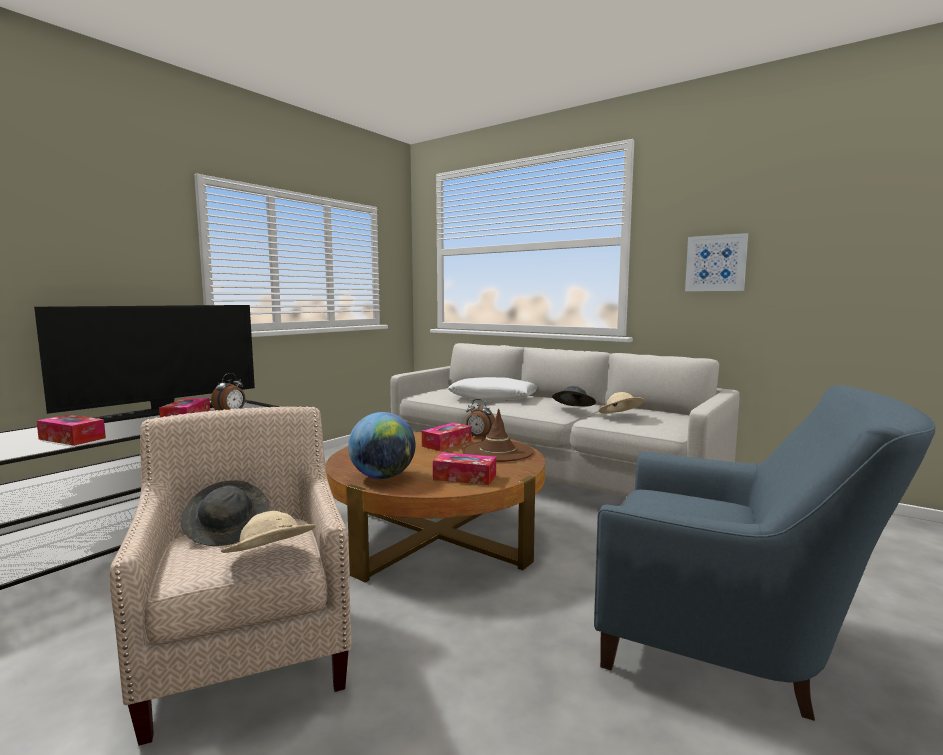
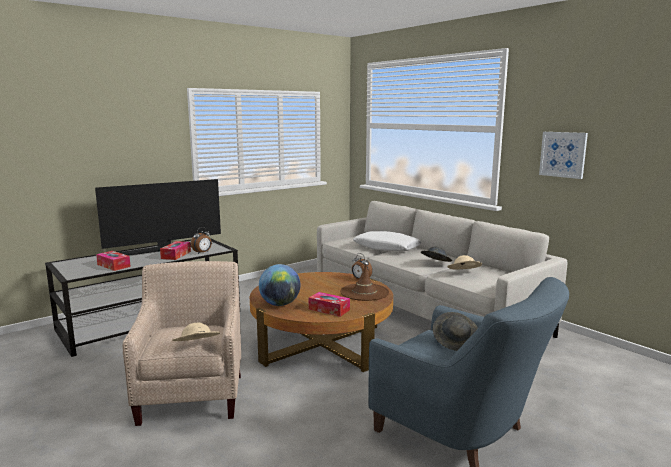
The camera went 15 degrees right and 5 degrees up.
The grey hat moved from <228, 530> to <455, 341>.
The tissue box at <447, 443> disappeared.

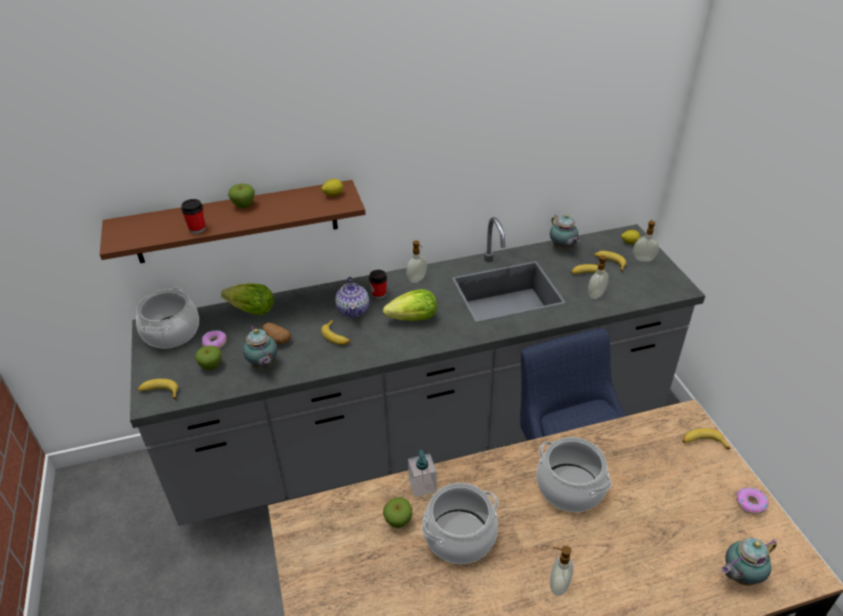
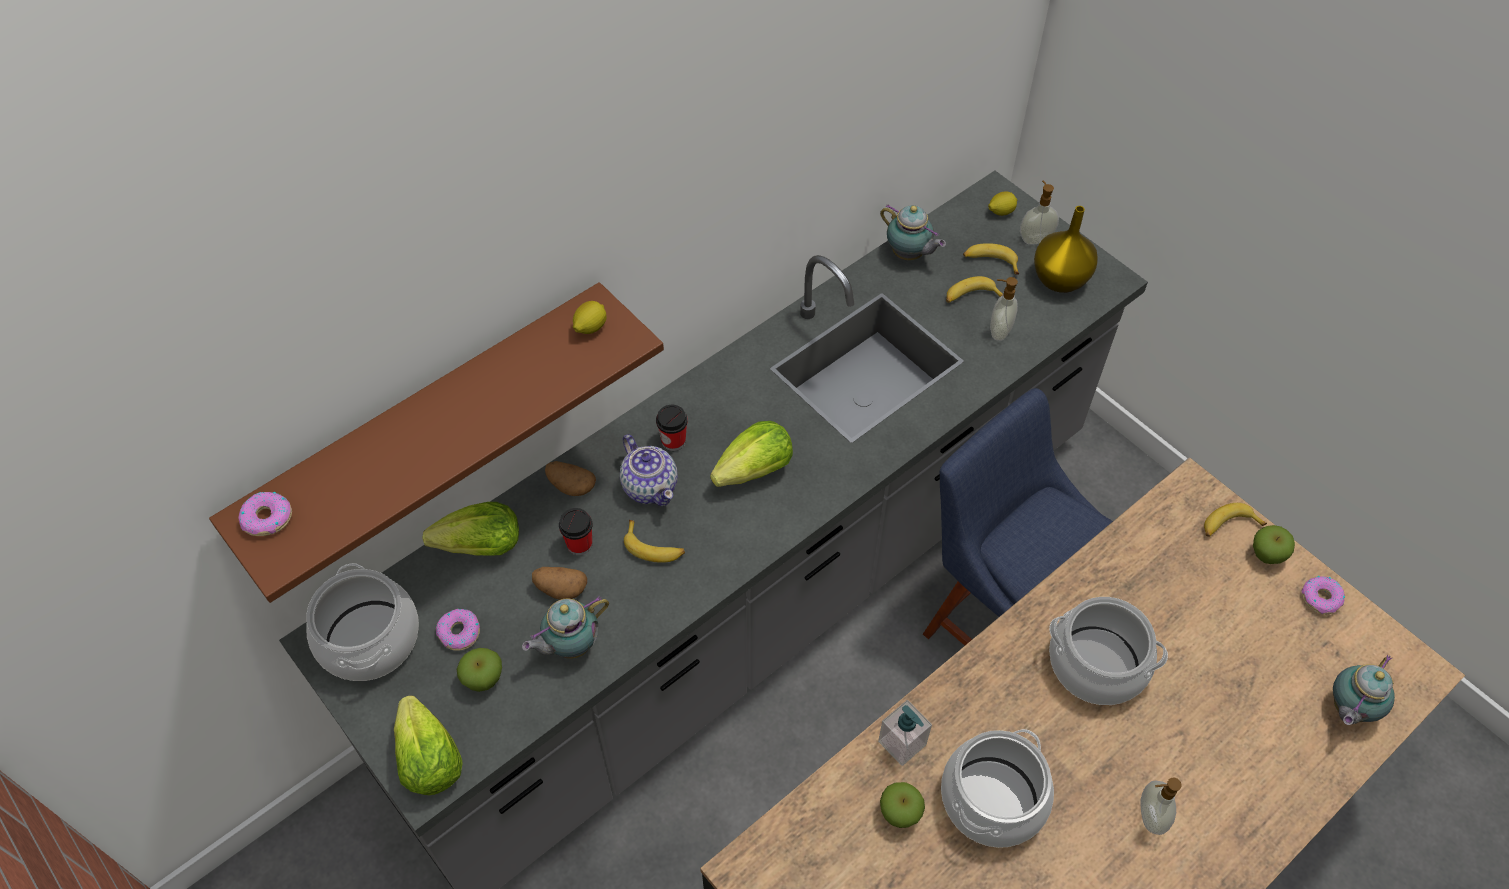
The camera went 25 degrees left and 15 degrees up.
The banana at <159, 392> was replaced by the lettuce at <429, 760>.
The cup moved from <197, 229> to <579, 544>.
The apple moved from <244, 205> to <1266, 555>.
The teapot at <263, 366> turned 105 degrees clockwise.
The soap dispenser at <417, 279> disappeared.
The donut at <267, 518> appeared.
The potato at <570, 486> appeared.
The yellow vase at <1059, 281> appeared.

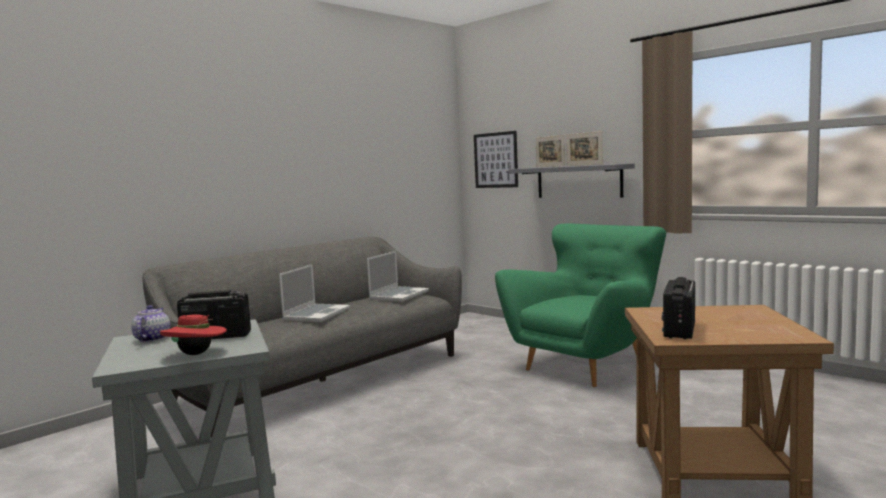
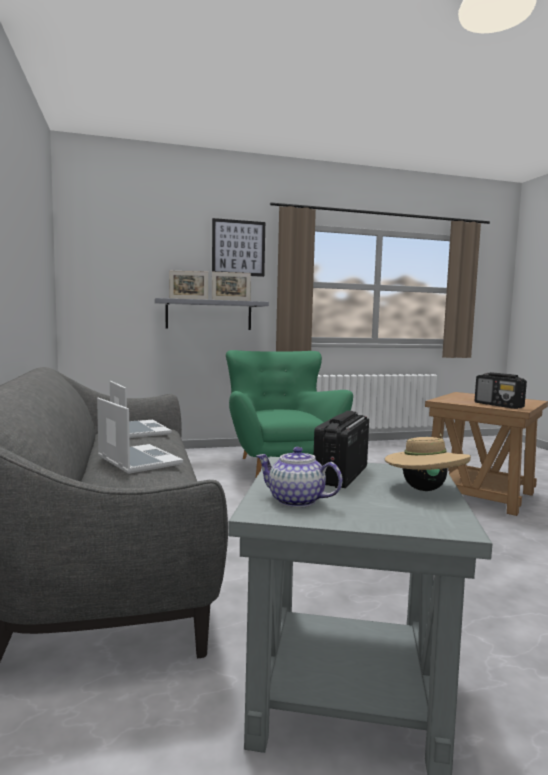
The camera went 60 degrees left and 0 degrees up.
The red hat at <196, 354> became the beige hat at <424, 489>.
The picture moved from <495, 160> to <238, 248>.

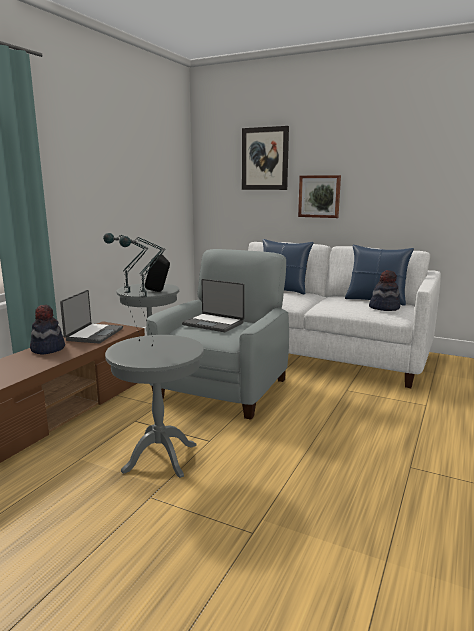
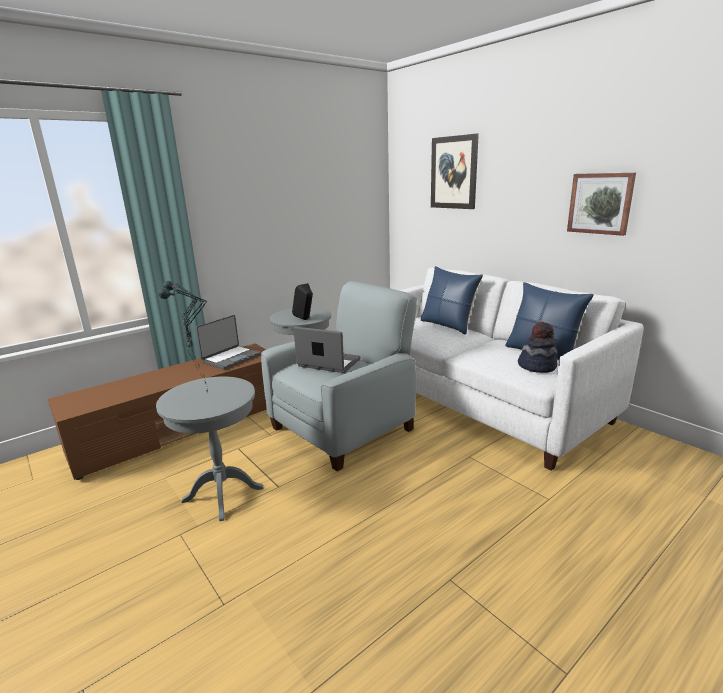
The camera went 25 degrees right and 5 degrees up.
The hat at <47, 349> disappeared.
The laptop at <214, 323> turned 150 degrees clockwise.
The picture moved from <319, 196> to <600, 203>.

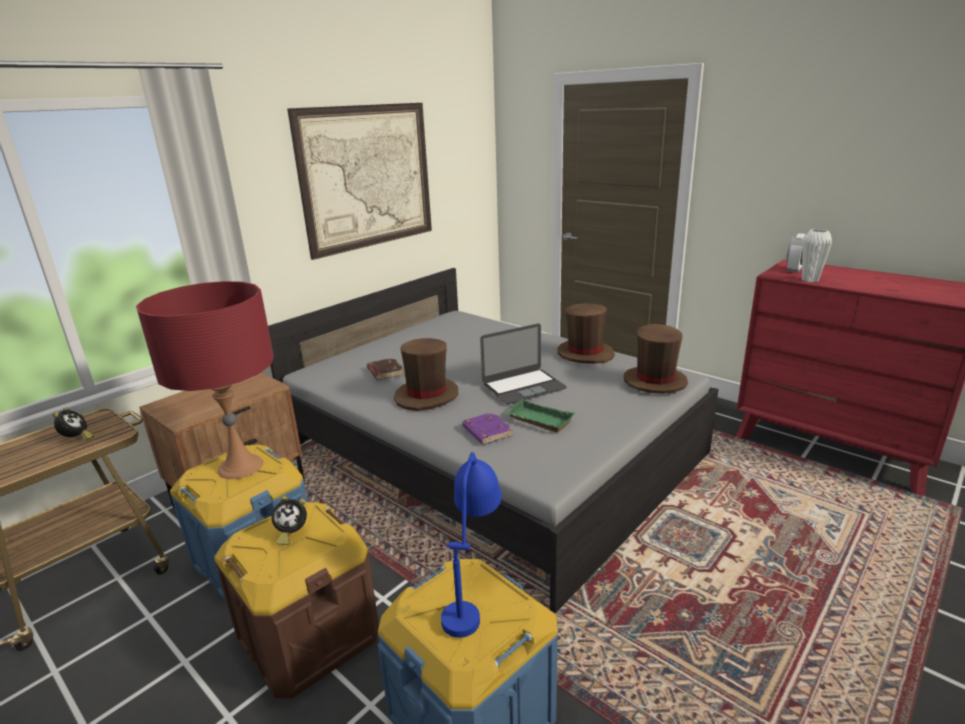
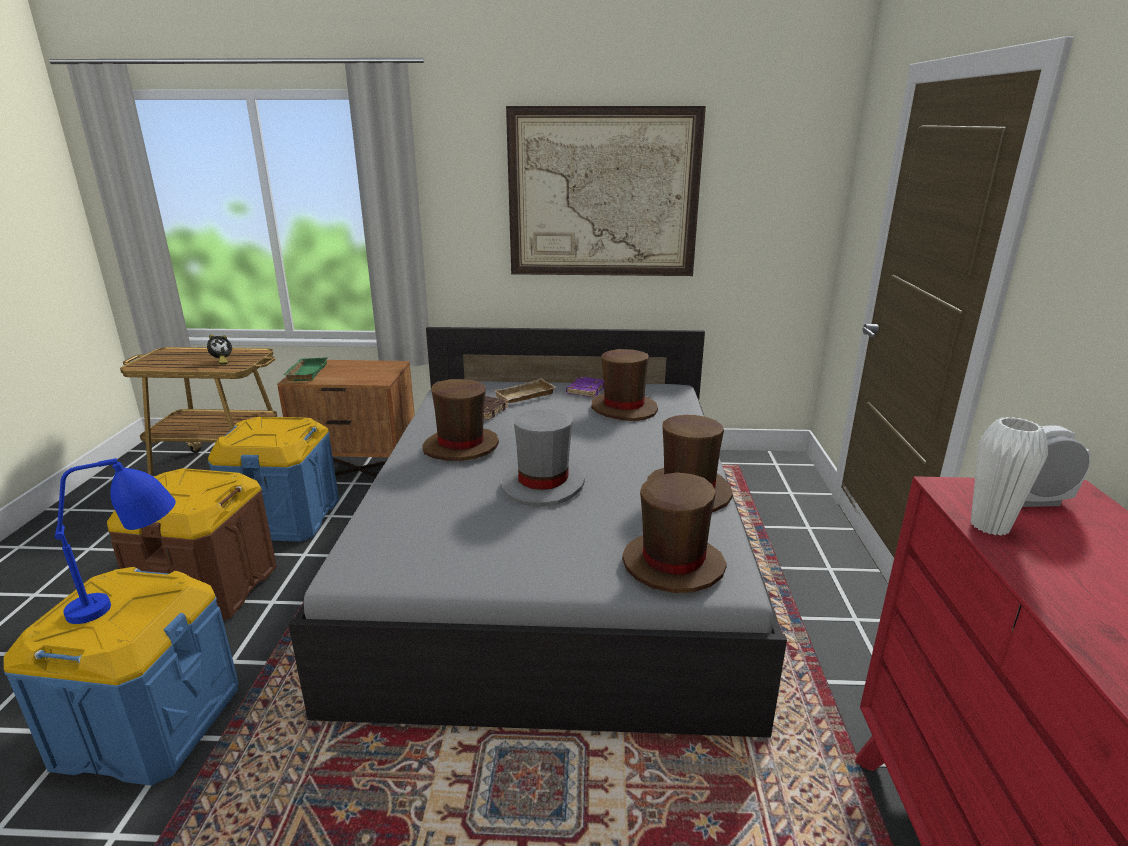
The camera went 50 degrees right and 0 degrees up.
The red table lamp at <240, 466> disappeared.
The alarm clock at <291, 534> disappeared.
The purple book moved from <486, 432> to <585, 390>.
The laptop at <523, 386> was replaced by the grey hat at <543, 485>.
The green tray moved from <538, 420> to <305, 372>.
The beige tray at <525, 396> appeared.
The brown hat at <624, 408> appeared.

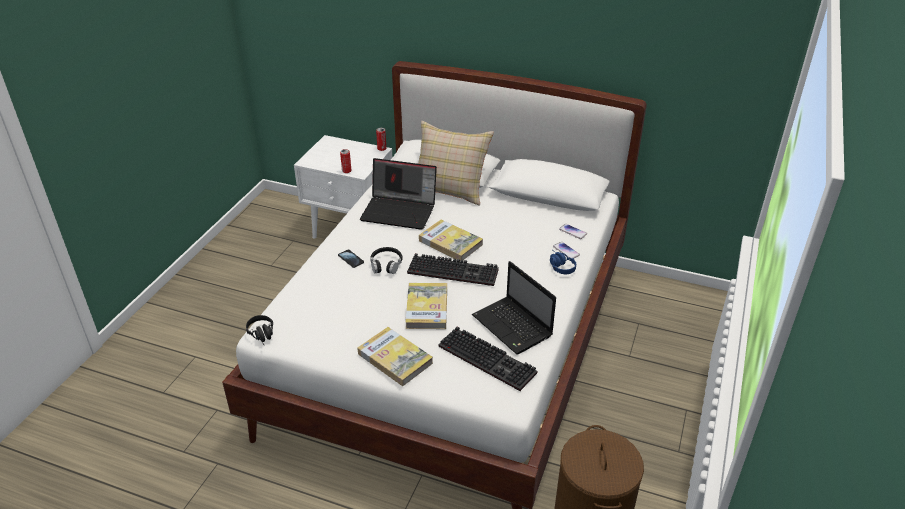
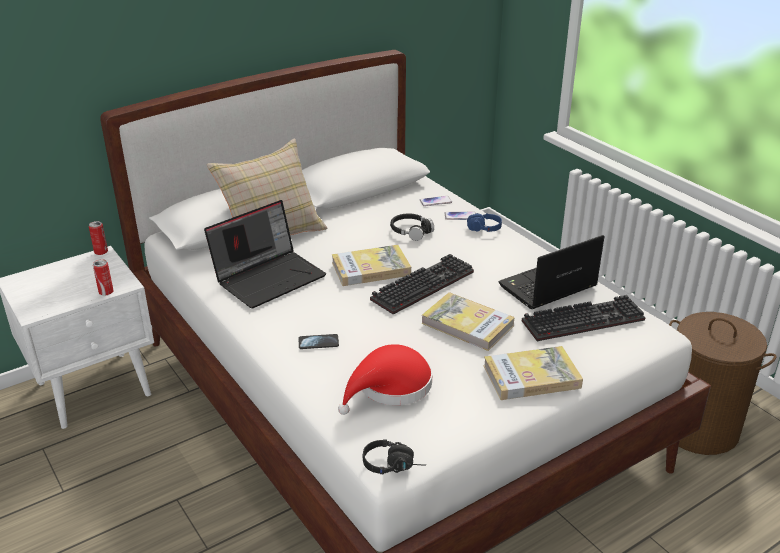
The camera went 55 degrees left and 5 degrees down.
The black headphones moved from <386, 264> to <411, 231>.
The laptop at <513, 327> turned 150 degrees clockwise.
The red hat at <390, 387> appeared.

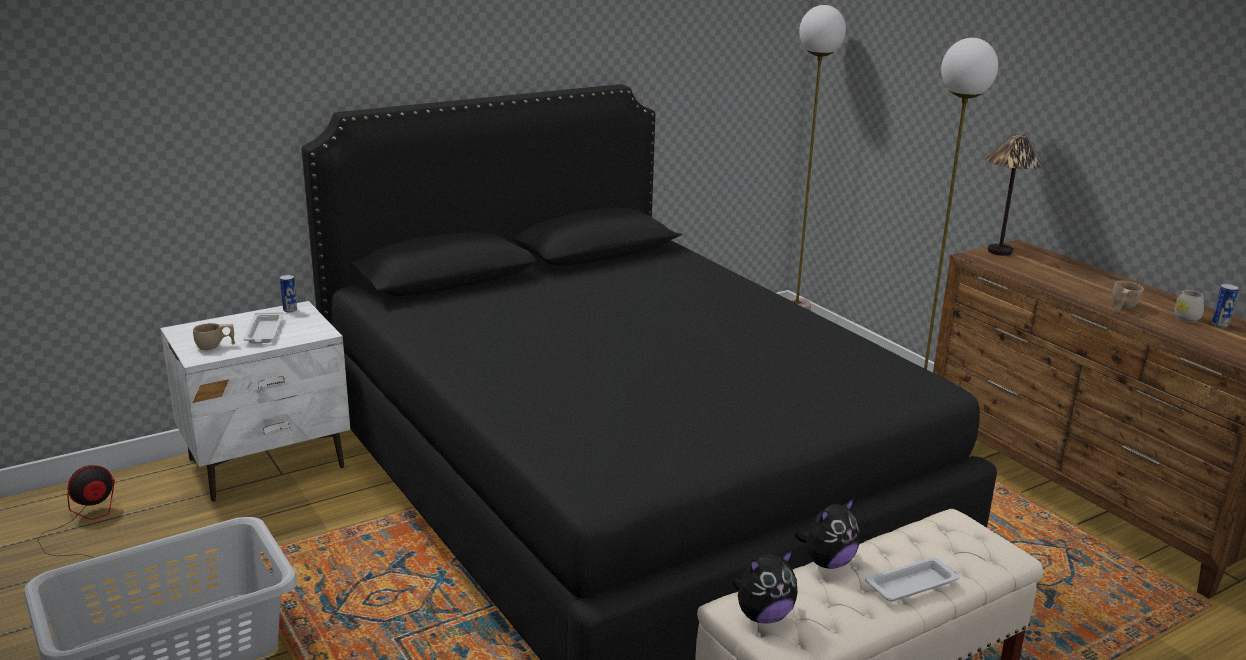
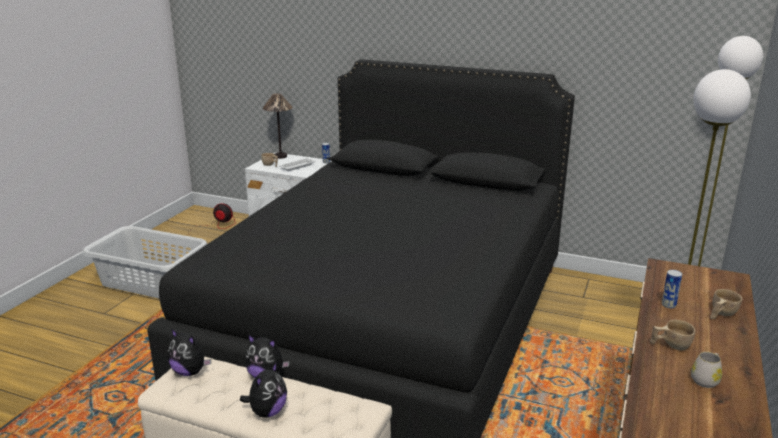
The camera went 55 degrees right and 0 degrees up.
The white tray at <912, 584> was replaced by the plush toy at <267, 412>.
The table lamp moved from <999, 251> to <280, 156>.
The can moved from <1219, 324> to <668, 305>.
The beige cup at <720, 314> appeared.

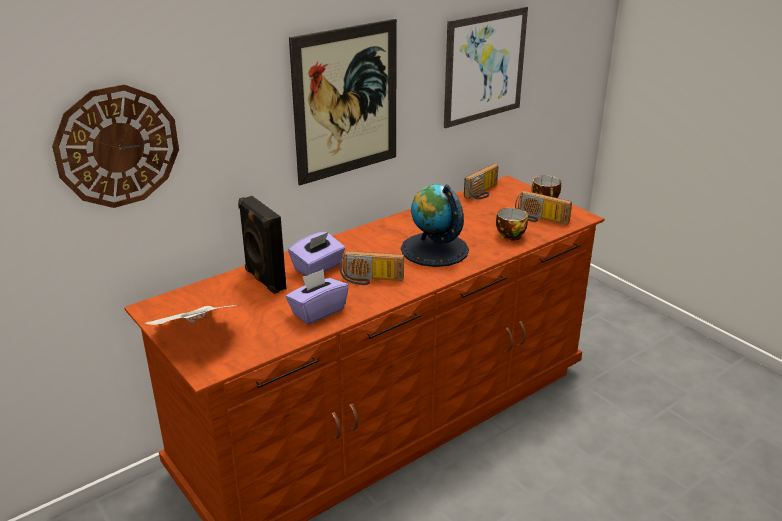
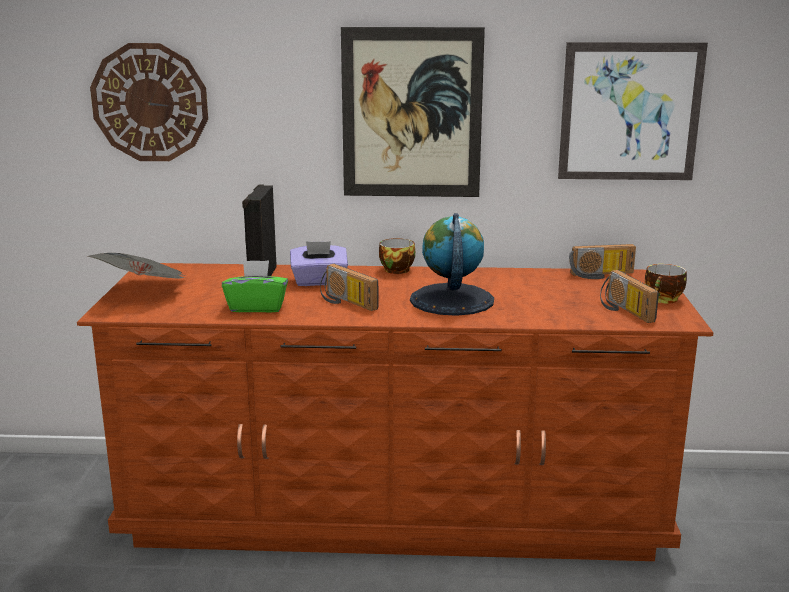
The camera went 40 degrees right and 10 degrees down.
The purple tissue box at <317, 311> became the green tissue box at <257, 307>.
The cup moved from <508, 235> to <396, 269>.

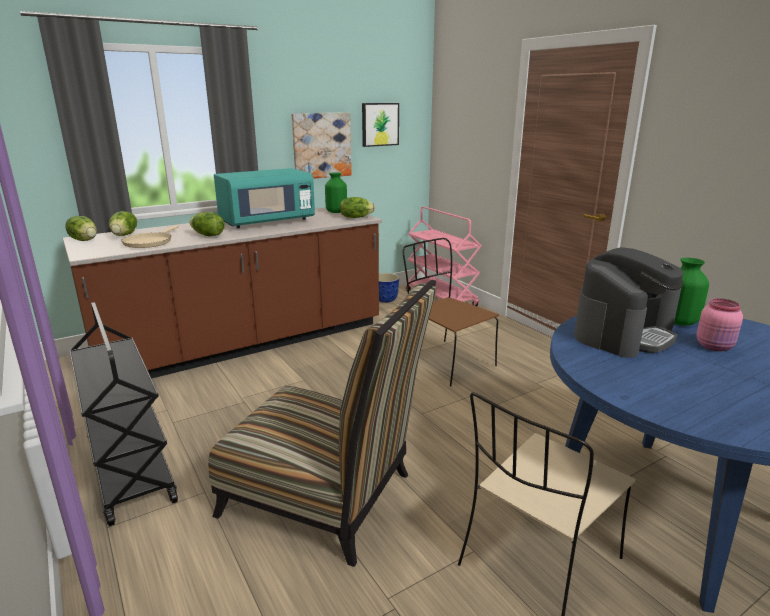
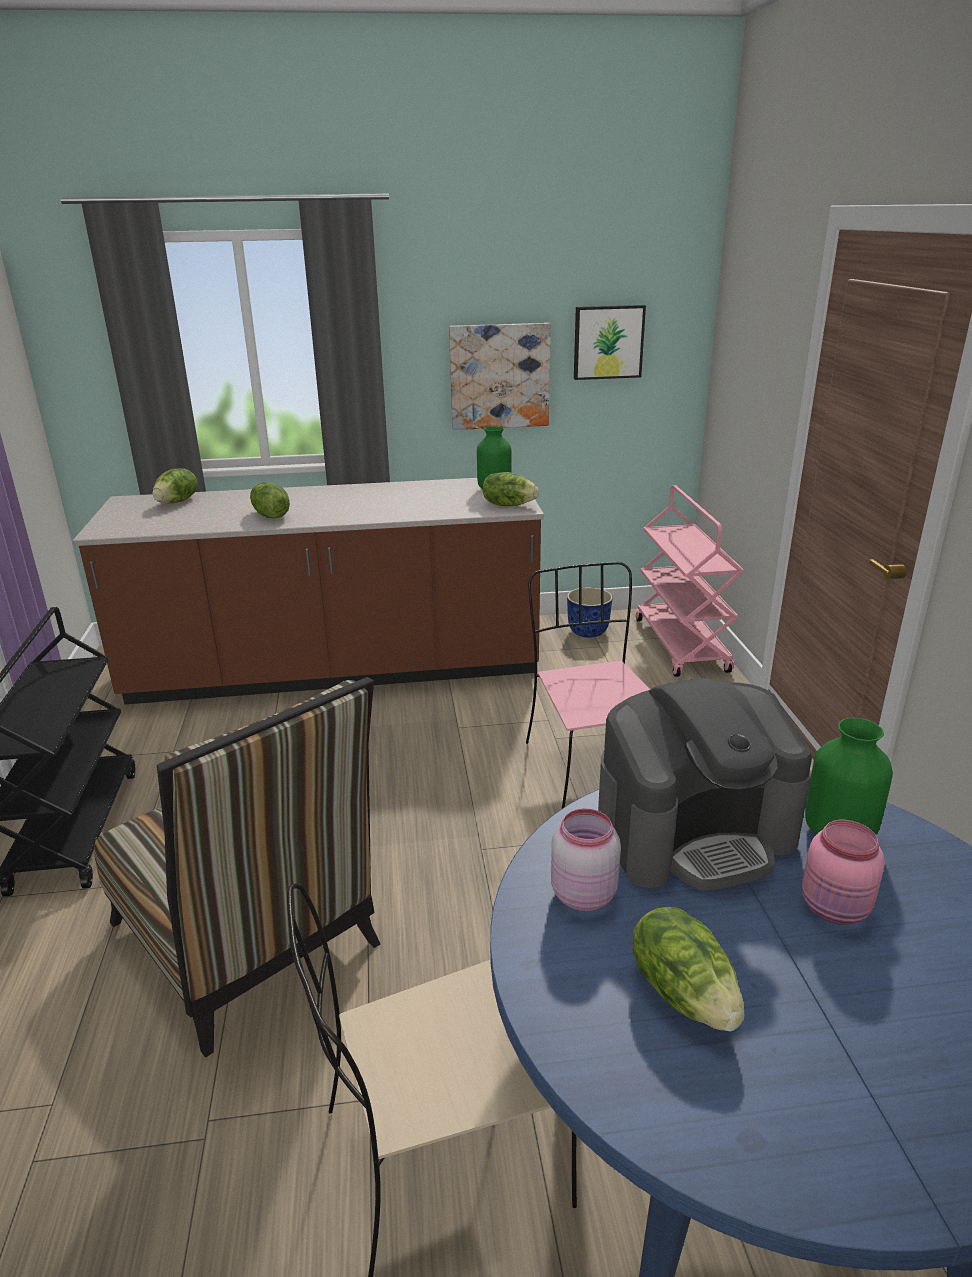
The camera went 25 degrees right and 5 degrees up.
The lettuce moved from <85, 240> to <684, 992>.
The beige frying pan at <149, 242> disappeared.
The turquoise microwave at <267, 222> disappeared.
The brown chair at <445, 361> became the pink chair at <591, 766>.
The pink jar at <582, 893> appeared.

